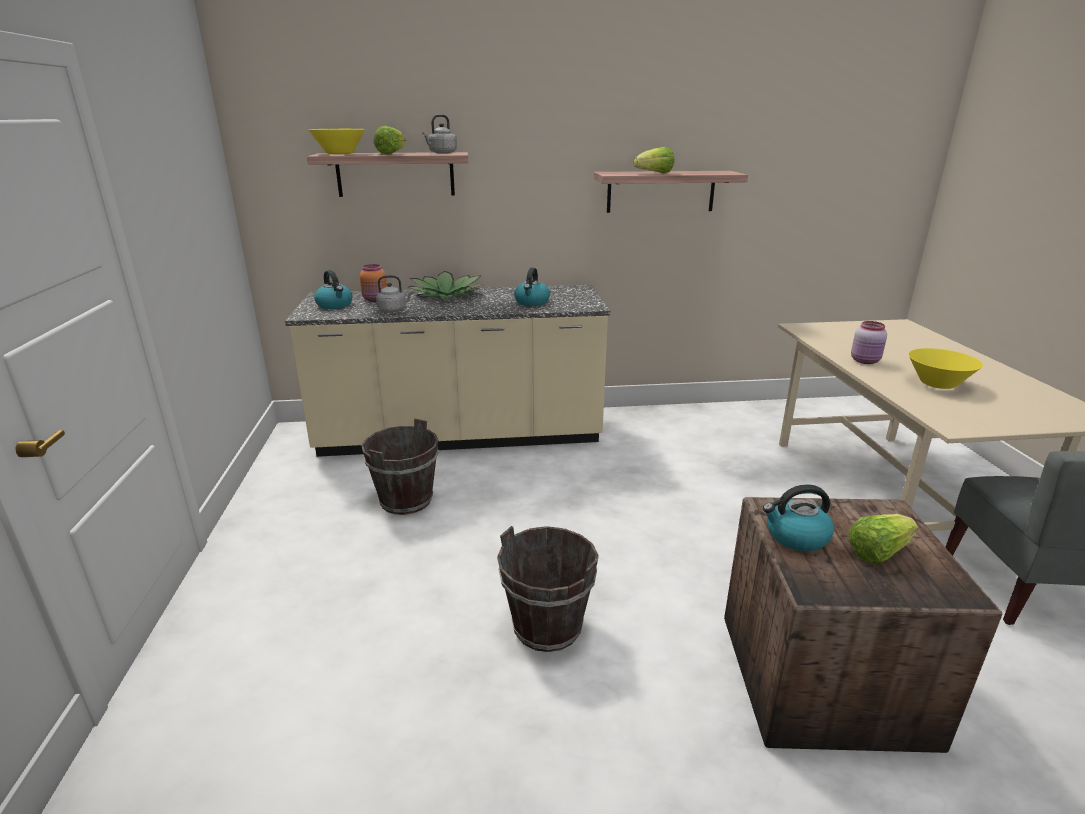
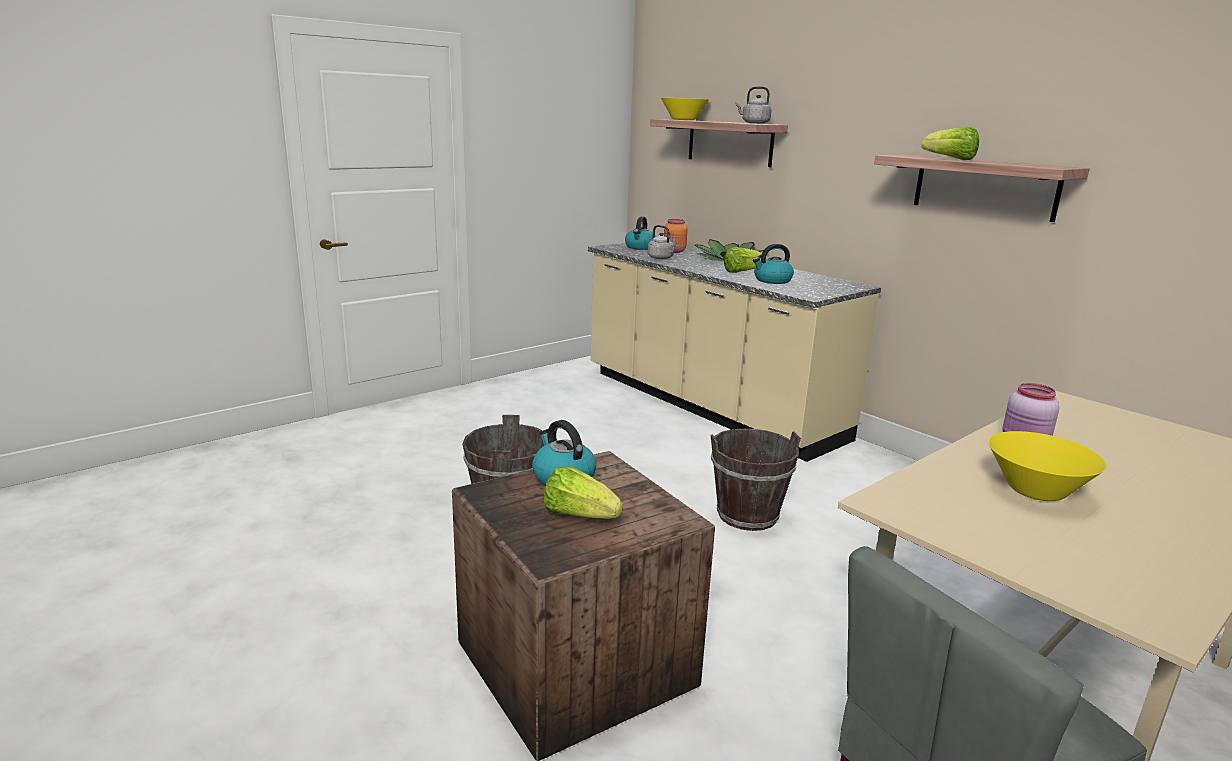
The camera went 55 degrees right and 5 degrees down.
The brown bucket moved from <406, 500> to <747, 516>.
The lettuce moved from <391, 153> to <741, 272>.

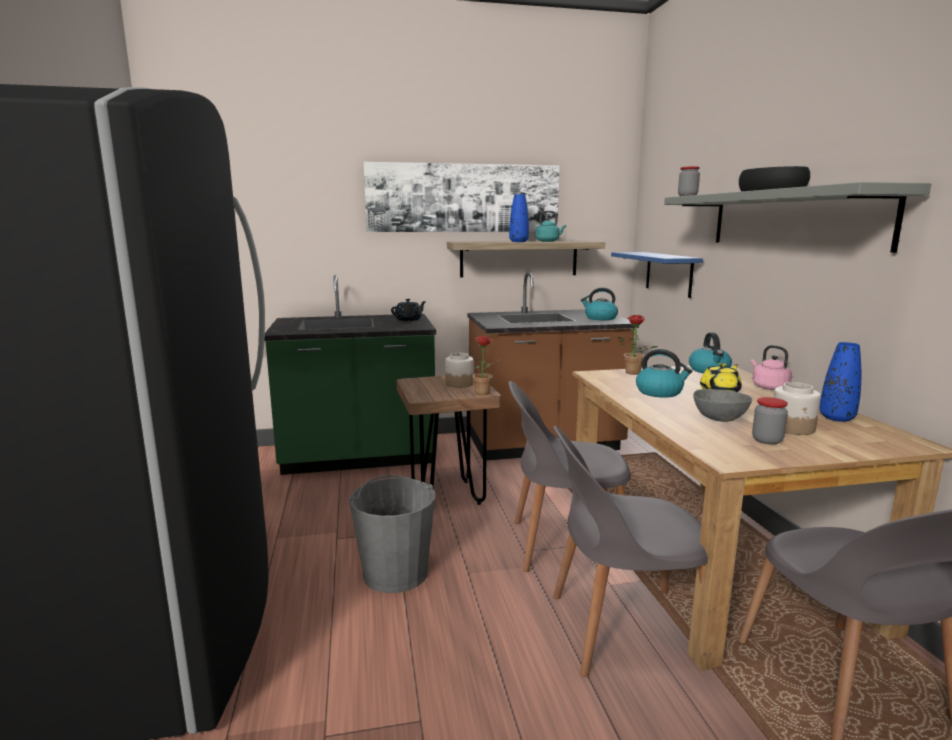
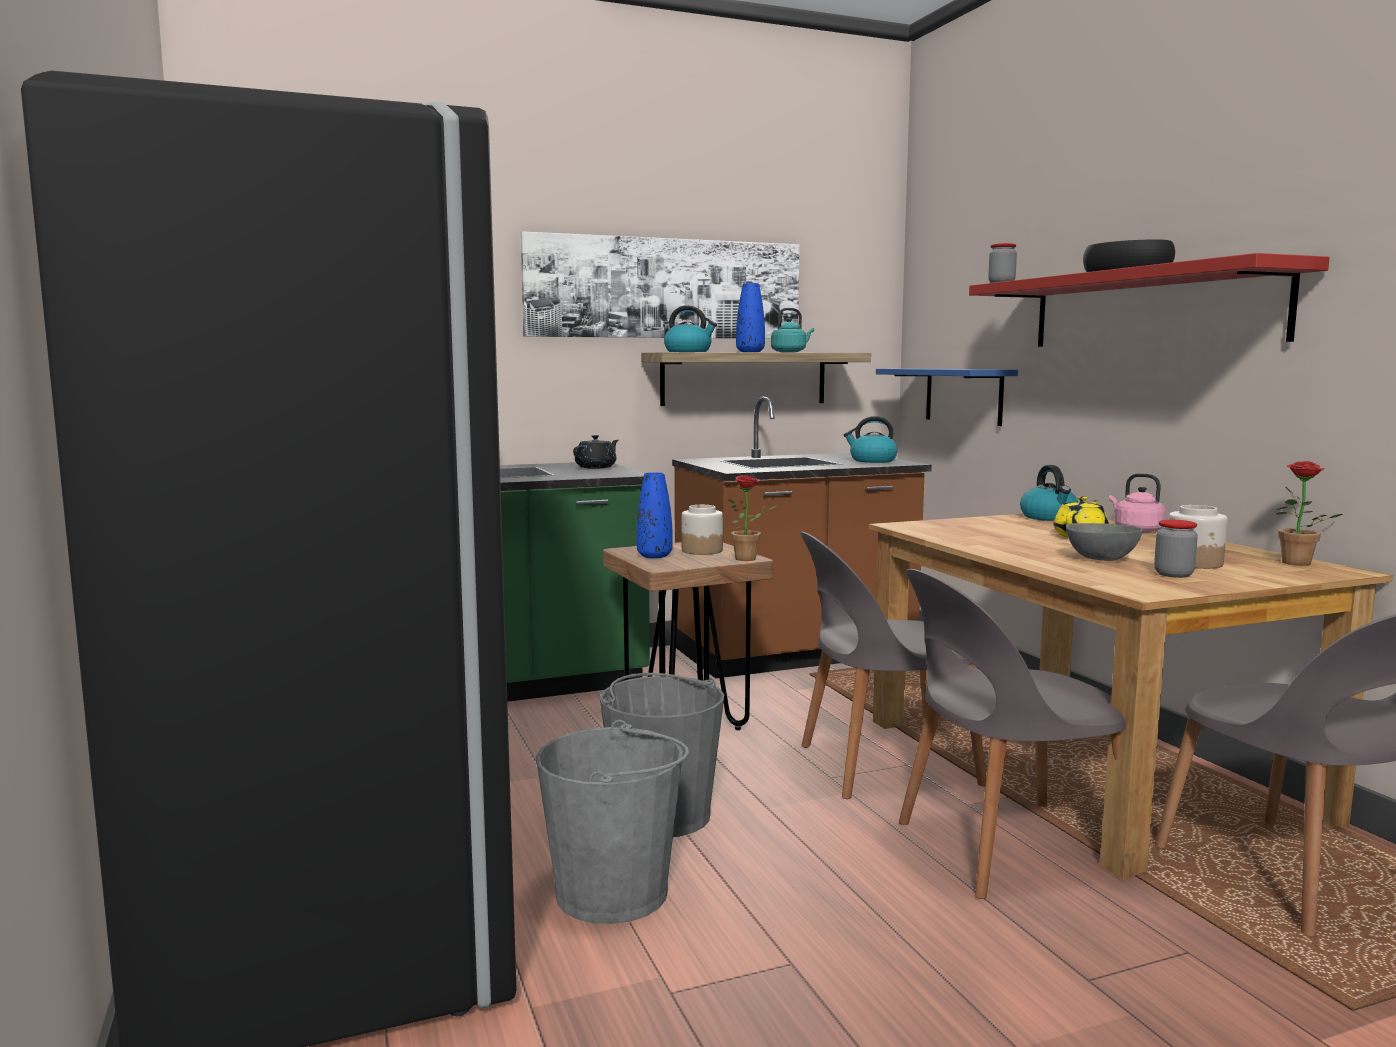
The camera went 10 degrees left and 5 degrees down.
The potted plant moved from <631, 373> to <1296, 564>.
The kettle moved from <660, 392> to <688, 351>.
The grey shelf at <792, 219> became the red shelf at <1150, 309>.
The blue vase moved from <836, 418> to <654, 556>.
The grey bucket at <613, 893> appeared.

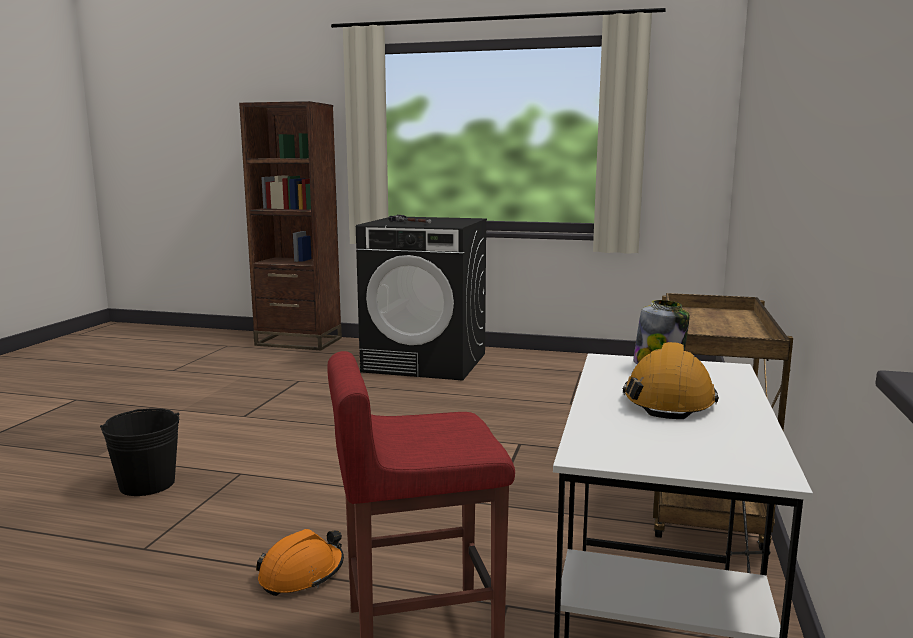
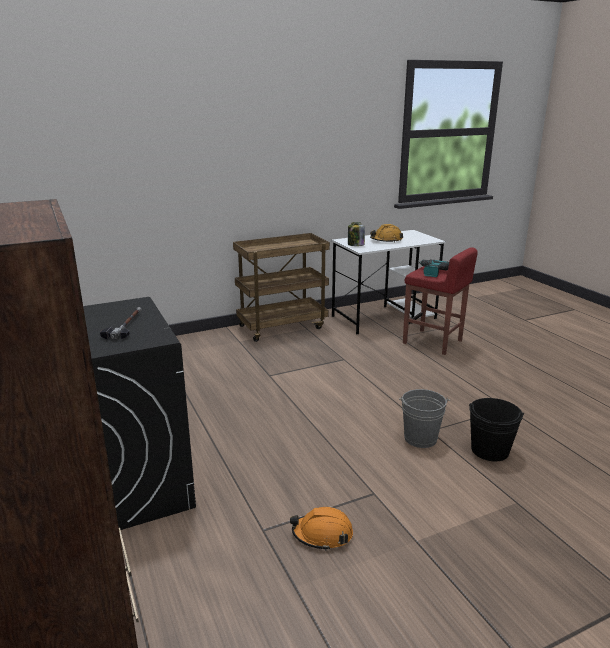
The camera went 130 degrees left and 10 degrees up.
The orange hard hat moved from <301, 574> to <322, 534>.
The grey bucket at <420, 438> appeared.
The power drill at <431, 272> appeared.

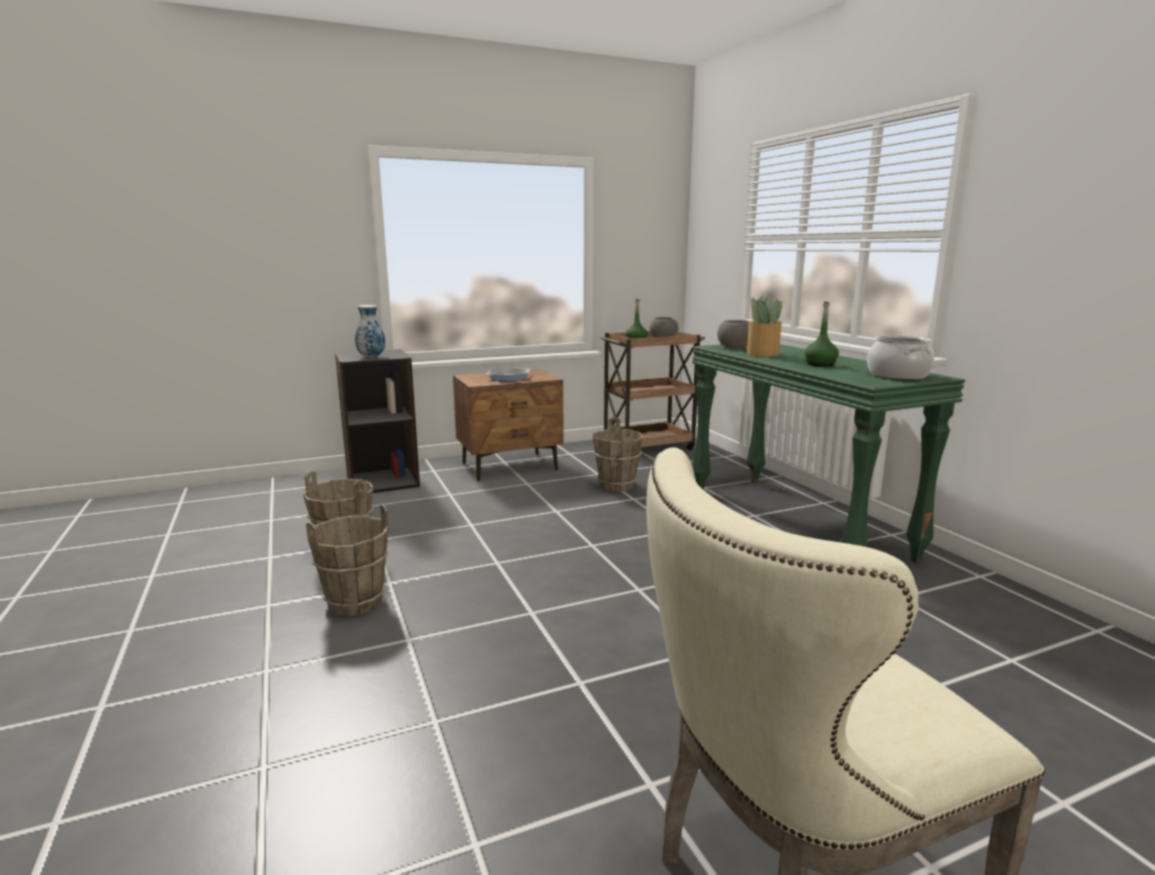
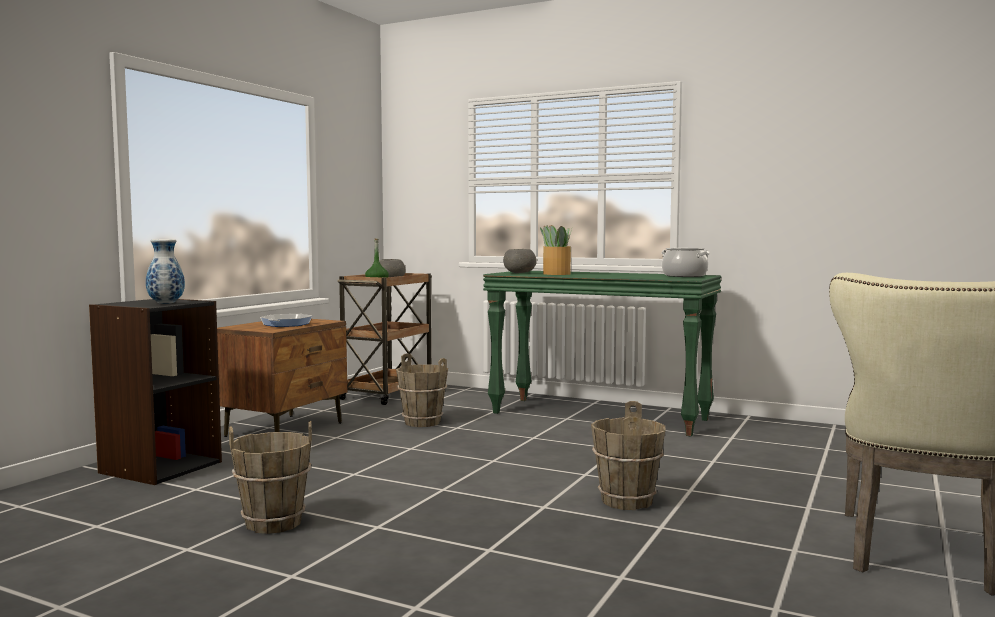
The camera went 40 degrees left and 10 degrees down.
The brown bucket moved from <355, 602> to <626, 501>.
The green bottle at <820, 364> disappeared.

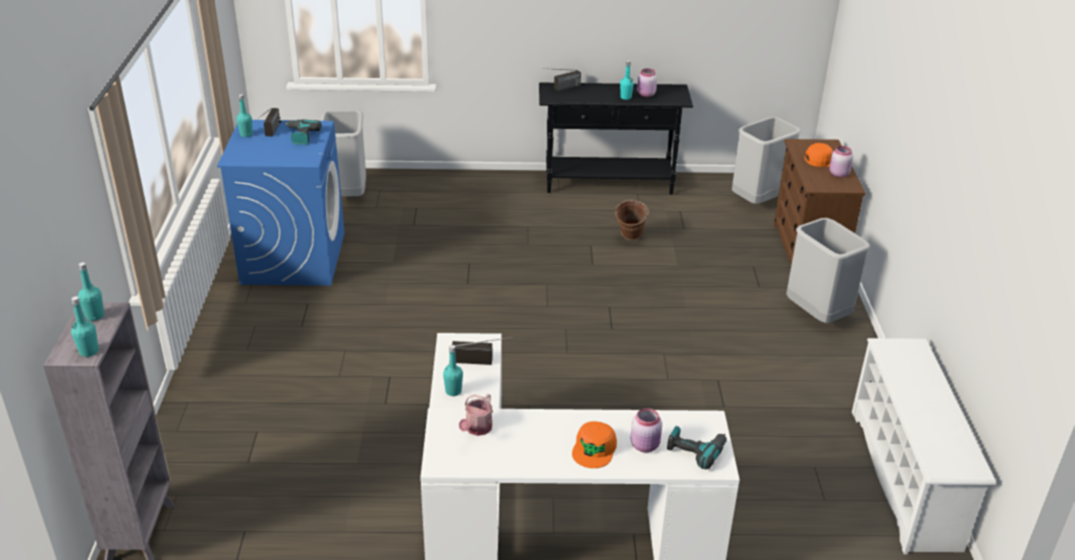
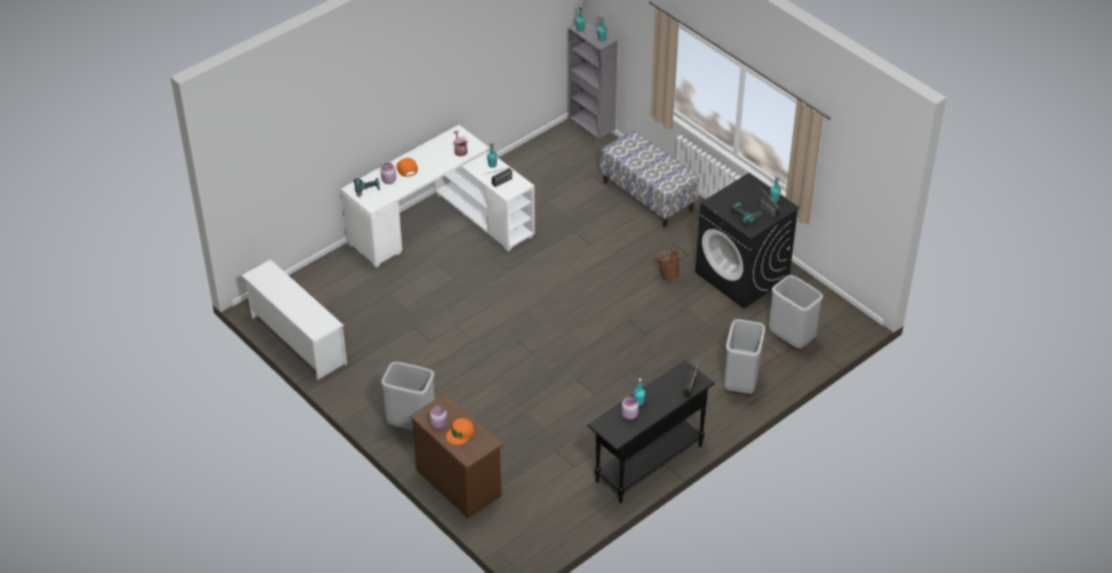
The camera went 140 degrees right and 10 degrees up.
The blue washing machine at <293, 258> became the black washing machine at <742, 276>.
The brown bucket moved from <629, 239> to <668, 275>.
The grey trash can moved from <758, 200> to <741, 384>.
The bench at <648, 196> appeared.

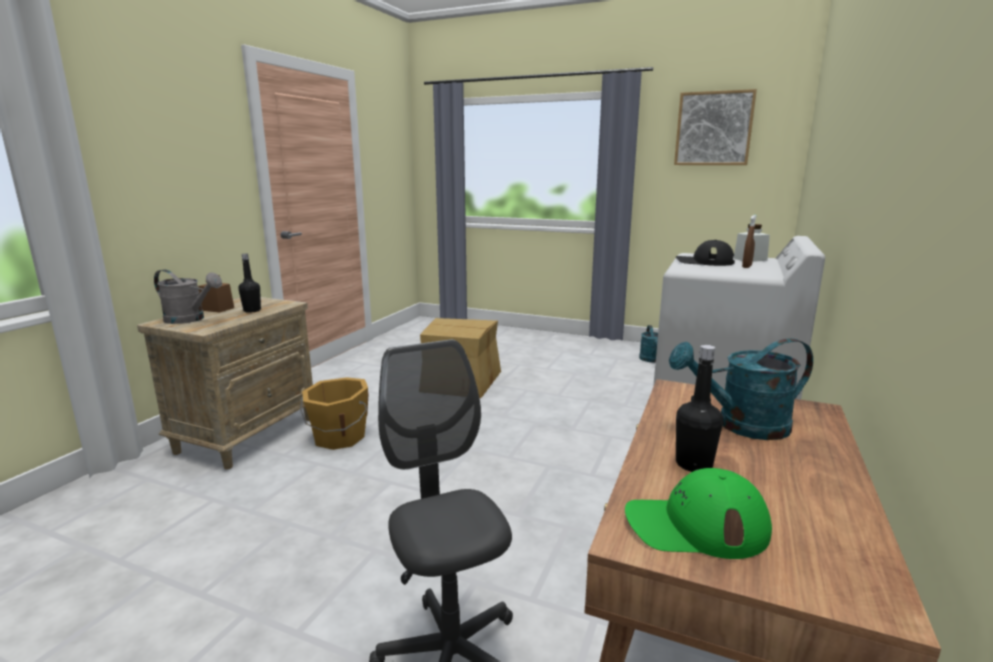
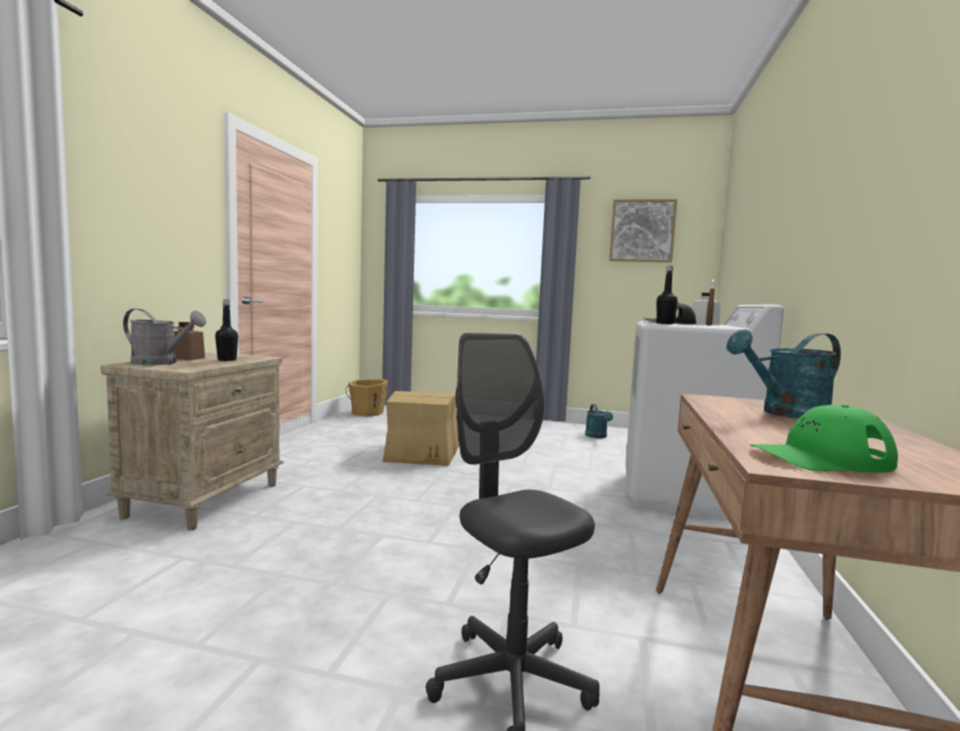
The camera went 10 degrees left and 10 degrees down.
The orange bucket moved from <339, 437> to <367, 413>.
The black bottle moved from <693, 464> to <665, 323>.

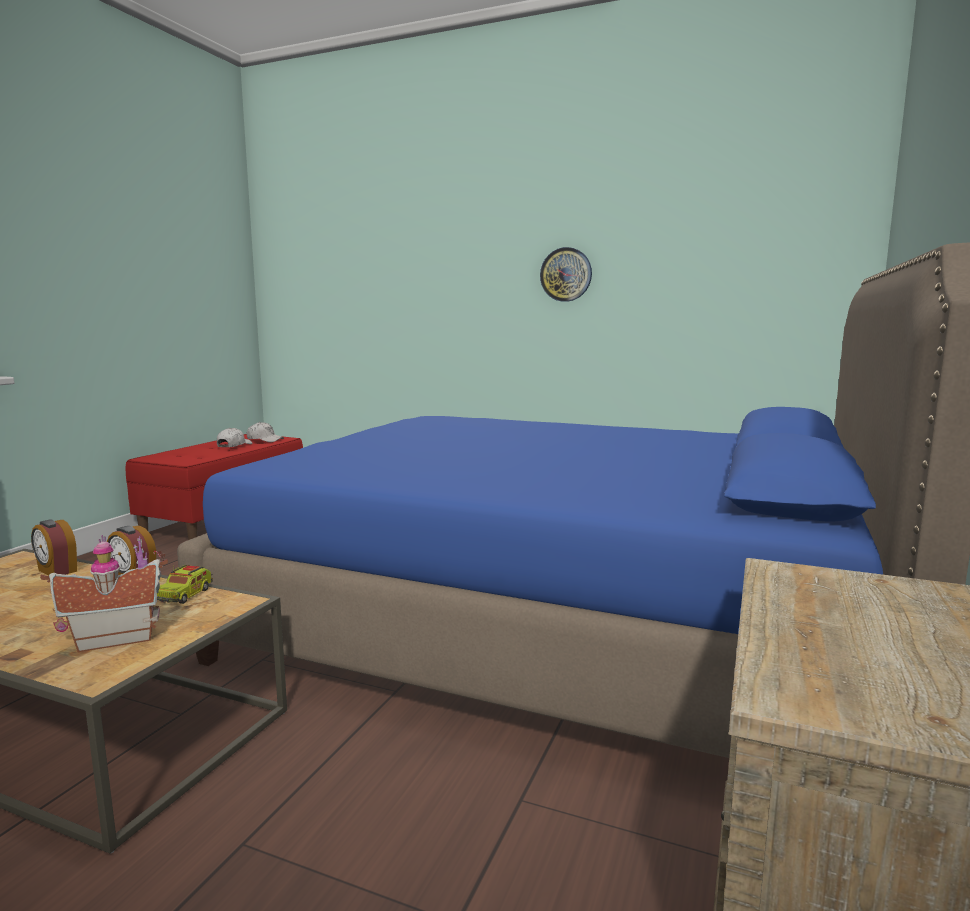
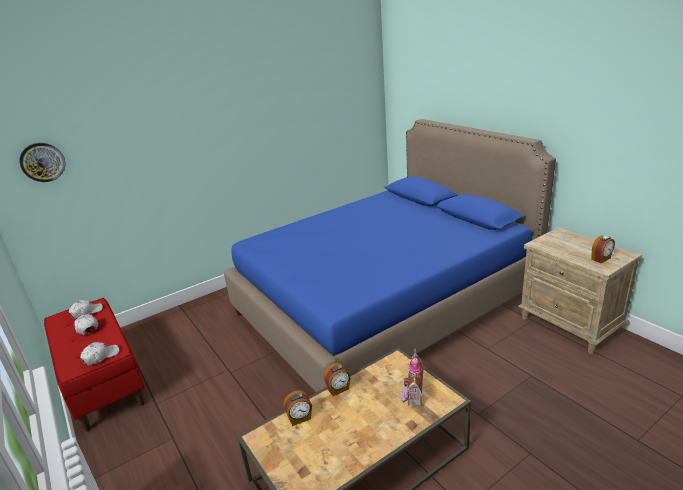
The camera went 55 degrees left and 15 degrees up.
The toy truck at <184, 595> disappeared.
The wall clock moved from <566, 274> to <42, 162>.
The white cap at <100, 356> appeared.
The alarm clock at <601, 259> appeared.

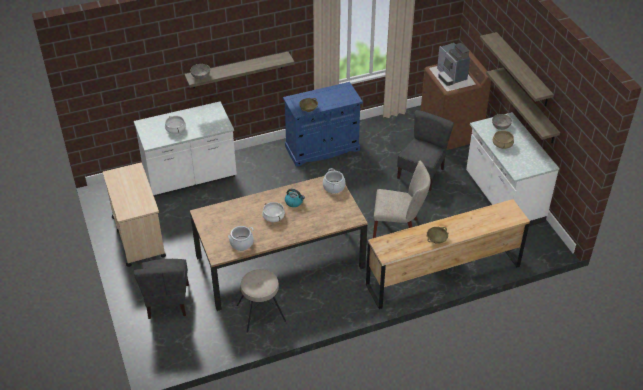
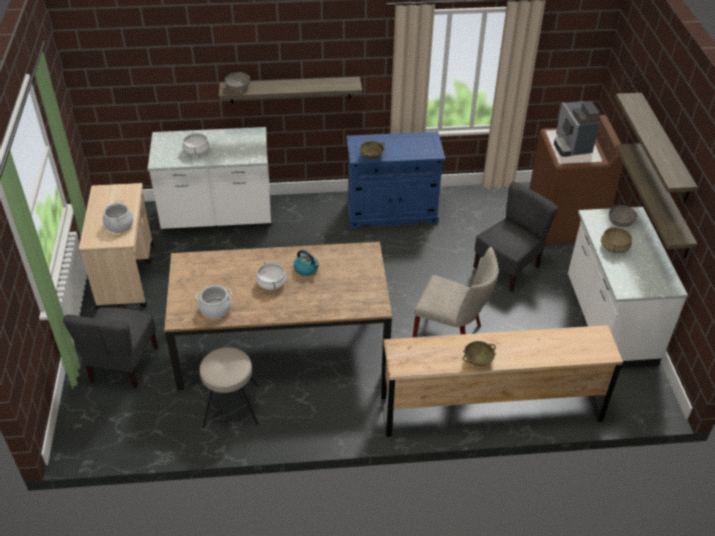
The camera went 15 degrees right and 0 degrees up.
The cooking pot moved from <333, 187> to <119, 225>.

